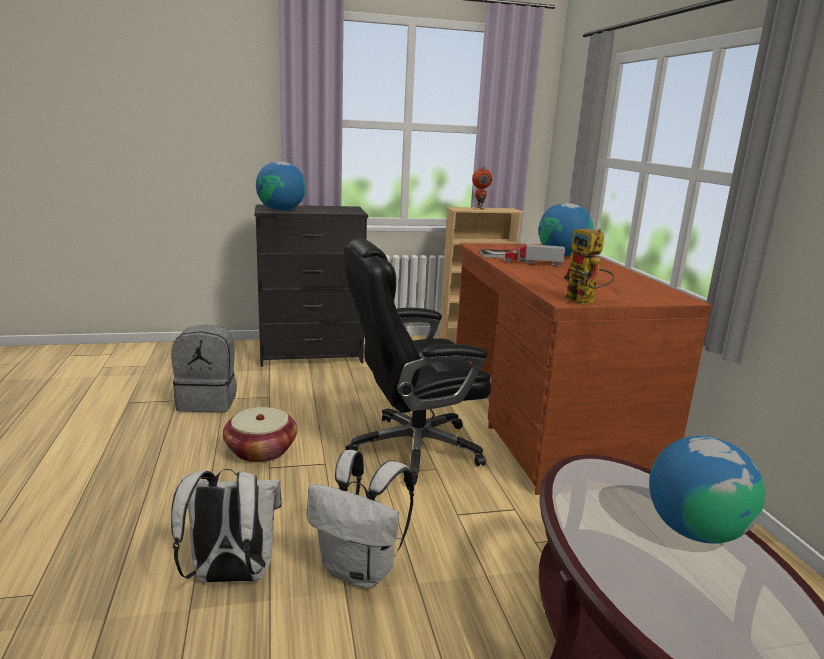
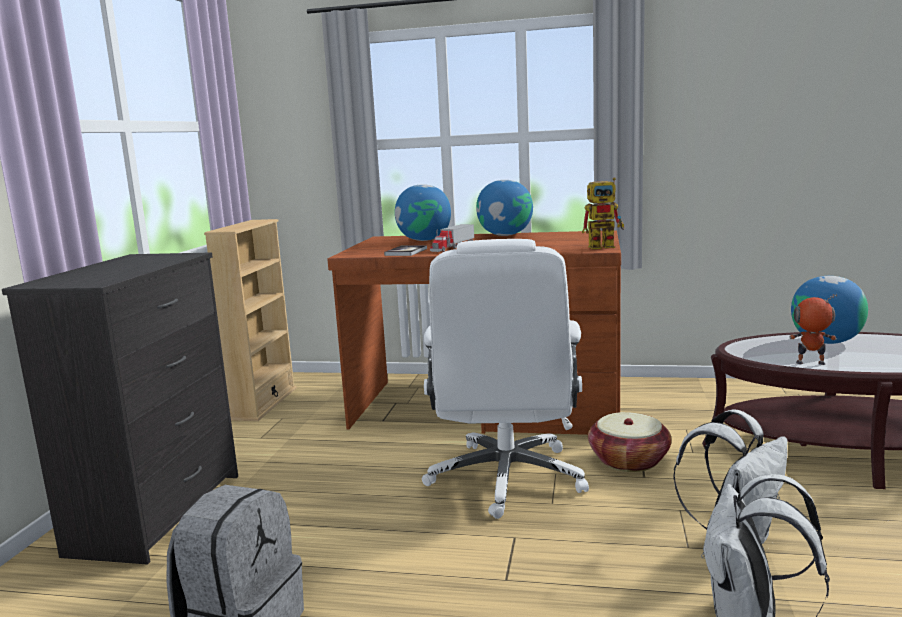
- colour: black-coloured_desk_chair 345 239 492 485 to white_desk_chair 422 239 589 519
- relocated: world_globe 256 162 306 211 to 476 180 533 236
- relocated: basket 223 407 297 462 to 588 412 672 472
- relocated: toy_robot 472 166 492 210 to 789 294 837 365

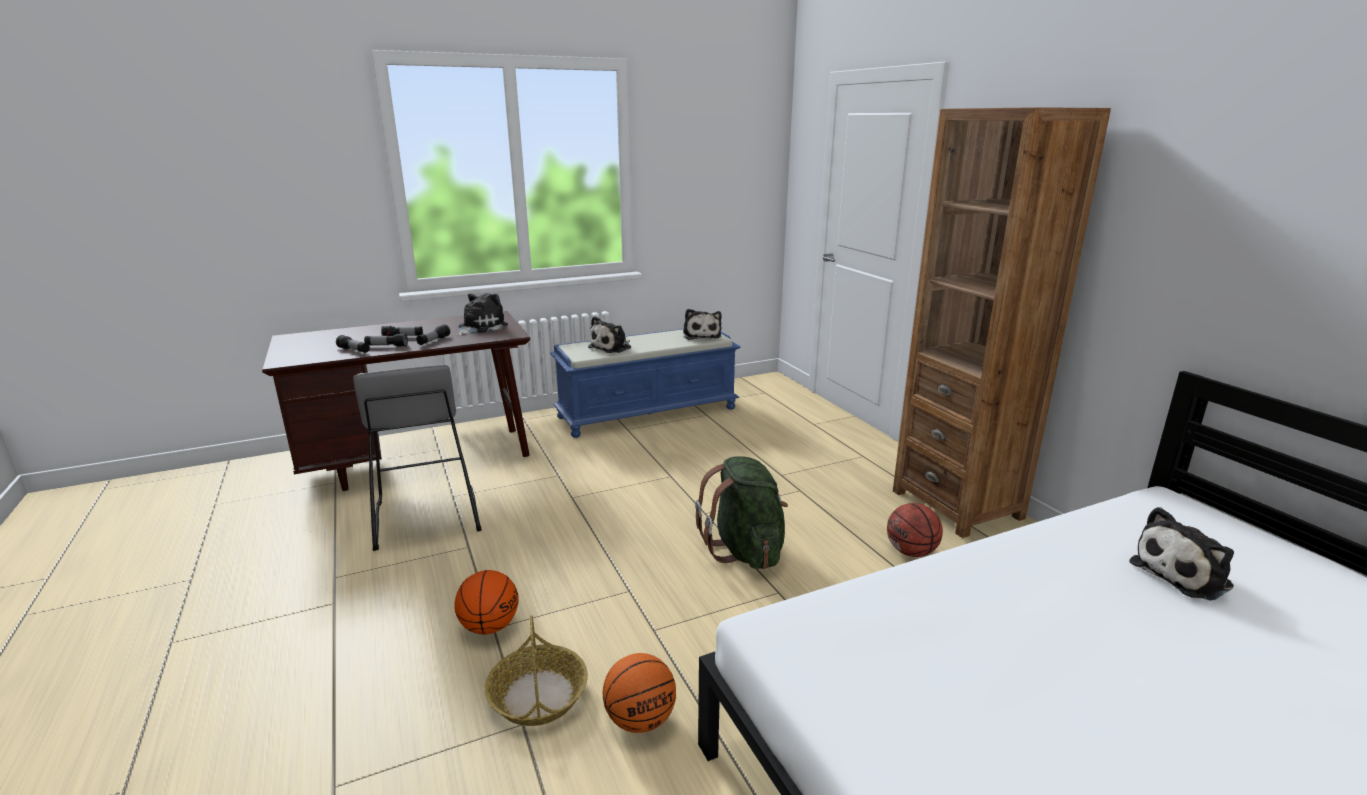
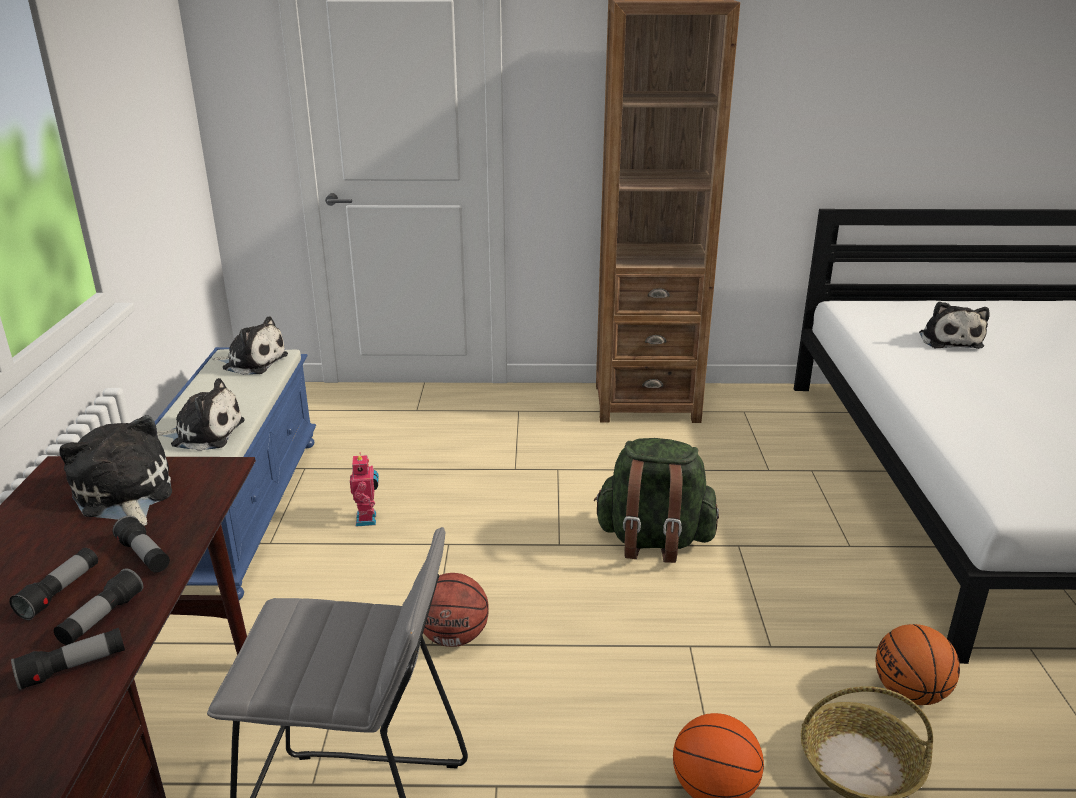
- spun: plush_toy 588 316 631 353 = 157 378 245 451 60 degrees counterclockwise
- appeared: toy_robot 350 453 379 527
- relocated: basketball 887 503 943 557 to 423 573 489 647

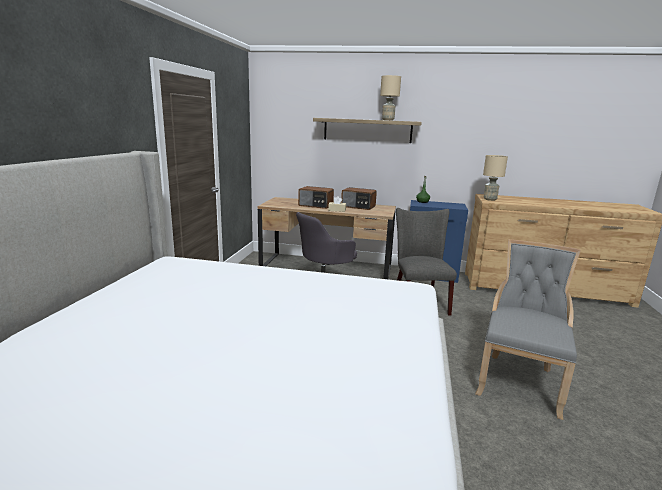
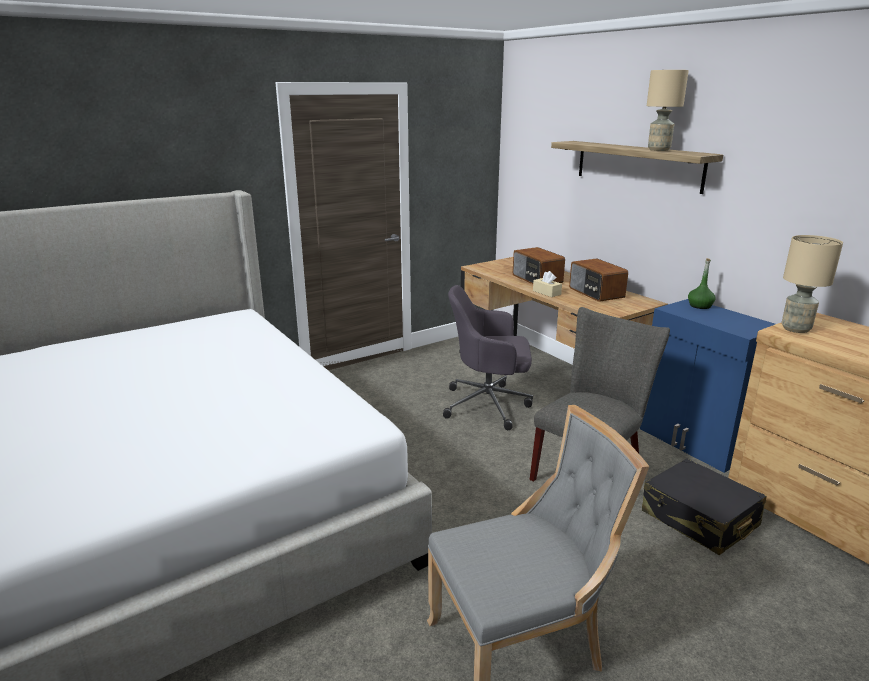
- appeared: black-coloured_suitcase 642 458 766 555

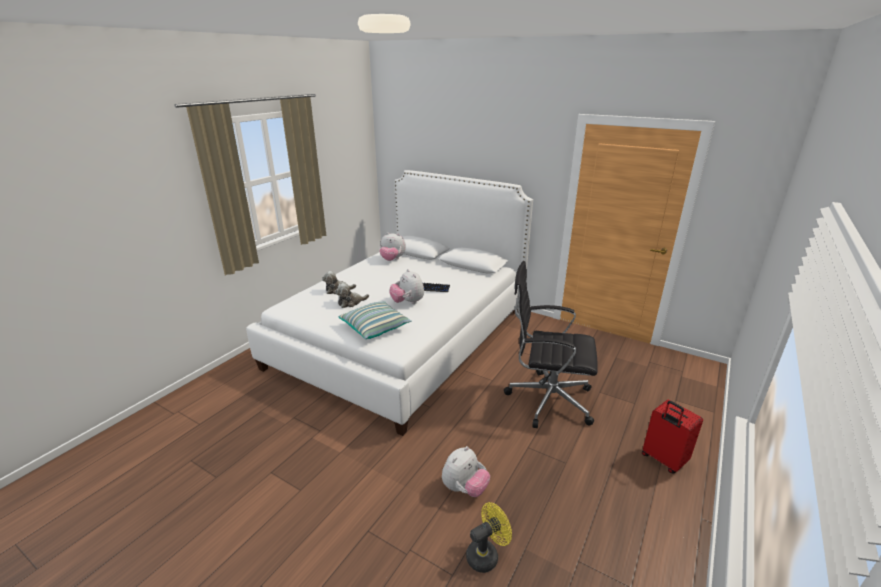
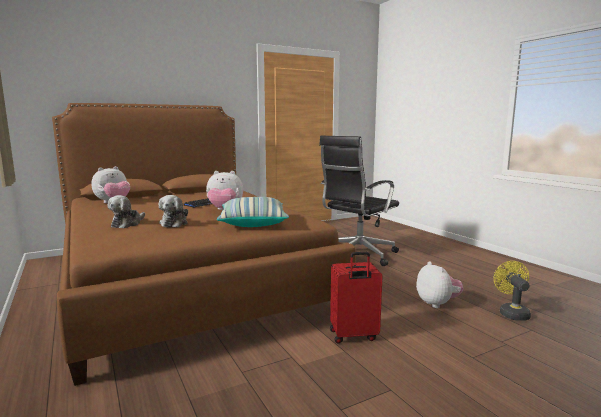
- colour: white_bedroom_bed 246 170 533 436 to brown_bedroom_bed 52 103 356 386
- relocated: reddish_suitcase 642 400 703 474 to 330 252 383 344

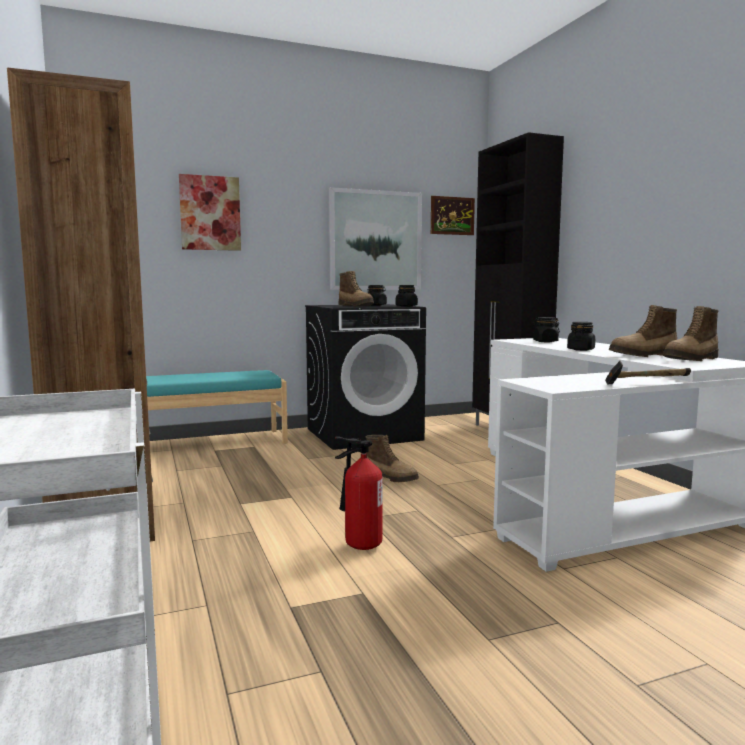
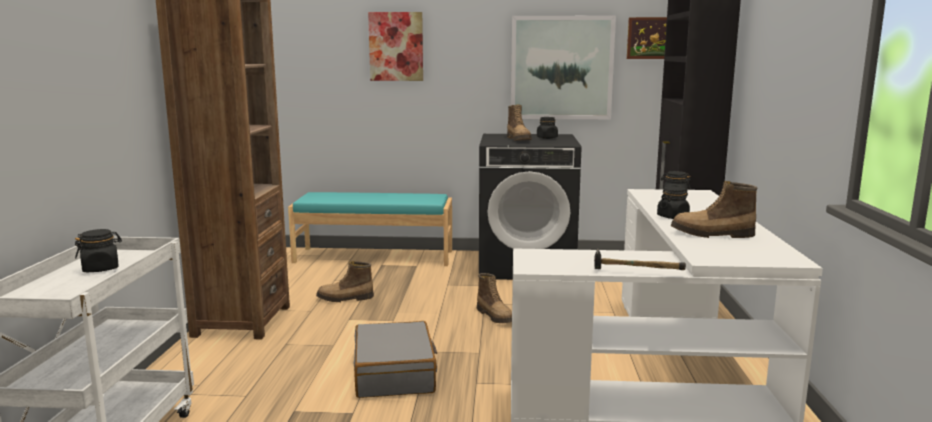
- relocated: black-coloured_storage_jar 396 285 418 307 to 75 229 122 272
- relocated: boot 663 306 718 361 to 316 261 374 302
- exchanged: fire_extinguisher 335 436 383 550 to greyish_suitcase 353 321 437 398

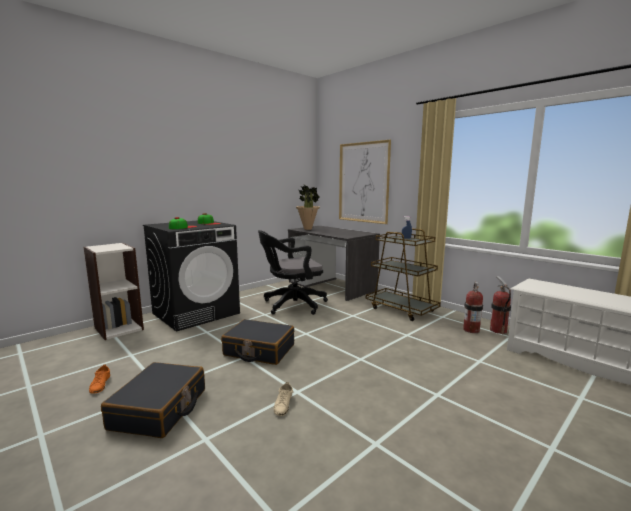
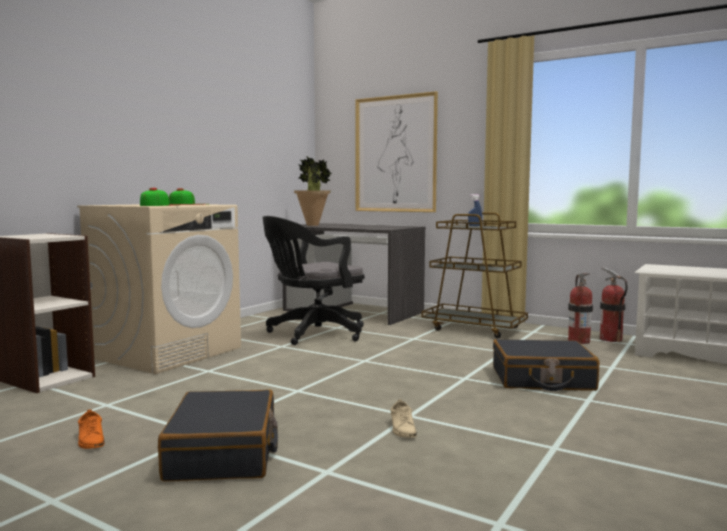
- colour: black-coloured_laundry_machine 143 220 240 332 to sand-coloured_laundry_machine 77 204 241 374
- relocated: black-coloured_suitcase 221 319 294 365 to 493 339 599 391

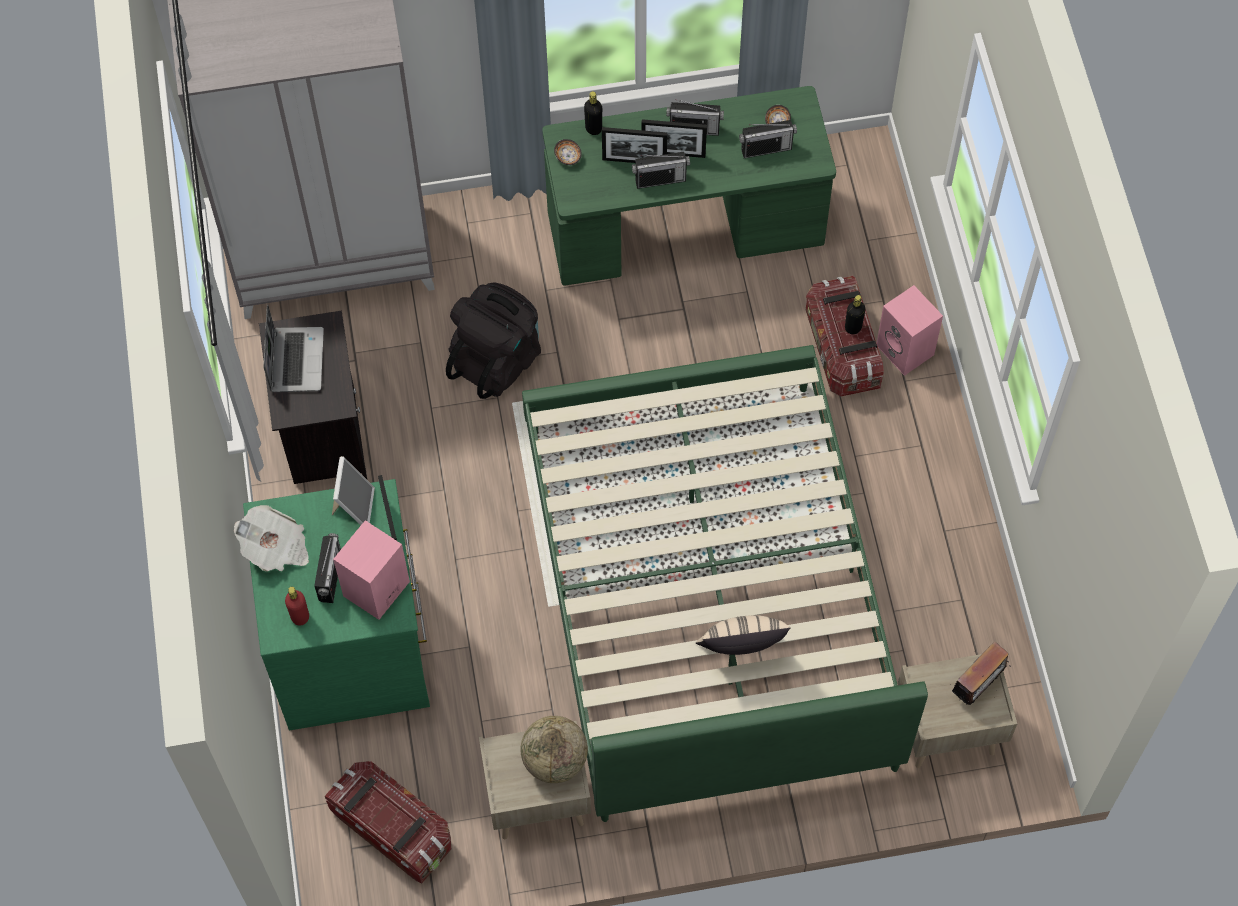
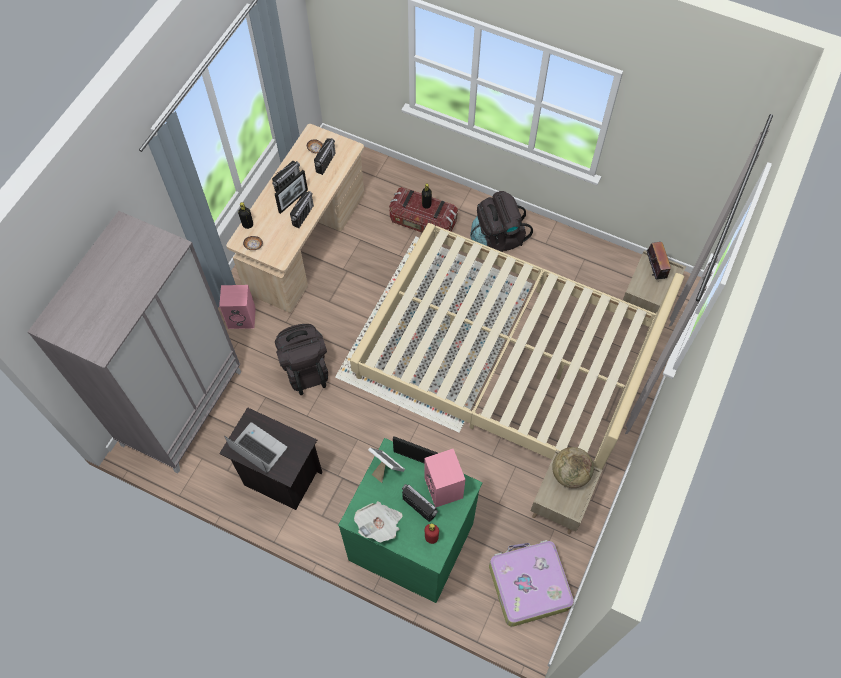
- relocated: pink-coloured_speaker 877 285 943 376 to 219 285 256 329
- colour: greenish_desk 542 86 836 286 to sand-coloured_desk 226 124 364 313
- colour: greenish_bedroom_bed 522 345 928 822 to sand-coloured_bedroom_bed 350 223 684 470
- appeared: black-coloured_rucksack 470 191 533 252
- exchanged: storage_bin 325 761 452 883 to suitcase 489 540 574 627
- missing: standing_frame 602 127 667 163
- missing: sand-coloured_cushion 696 615 790 655

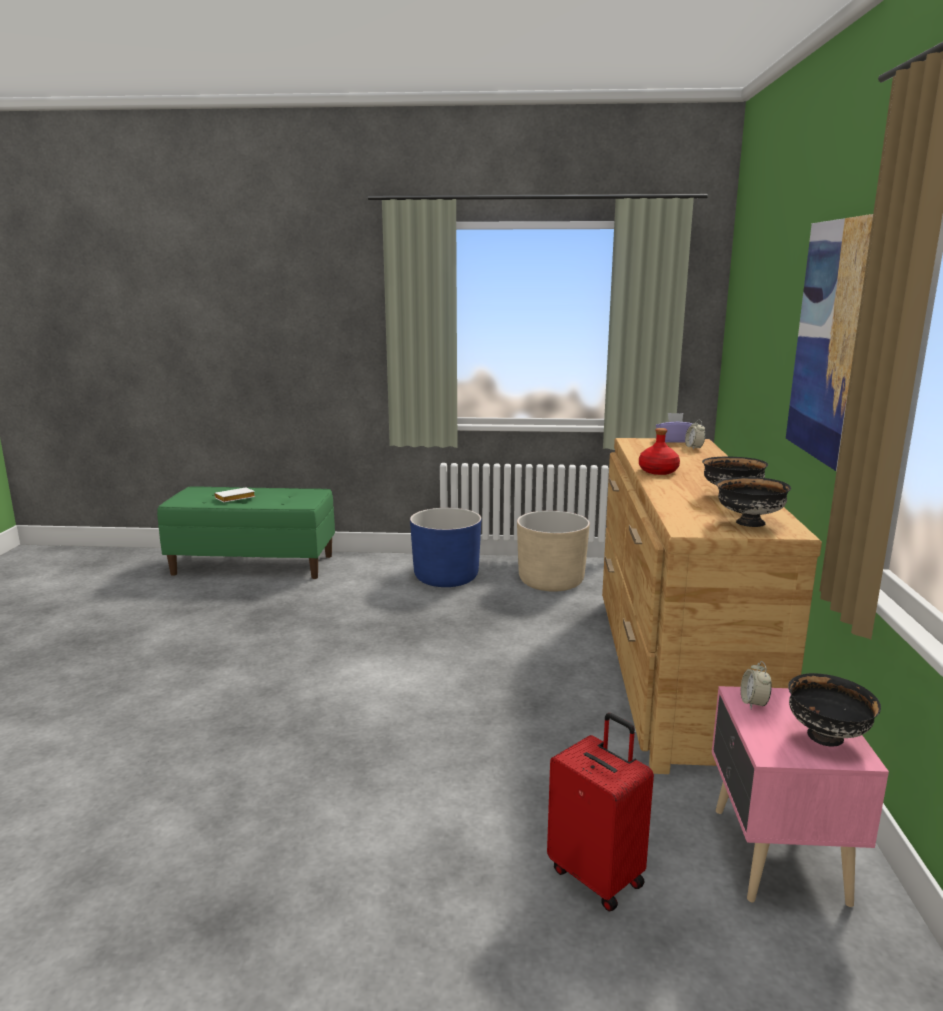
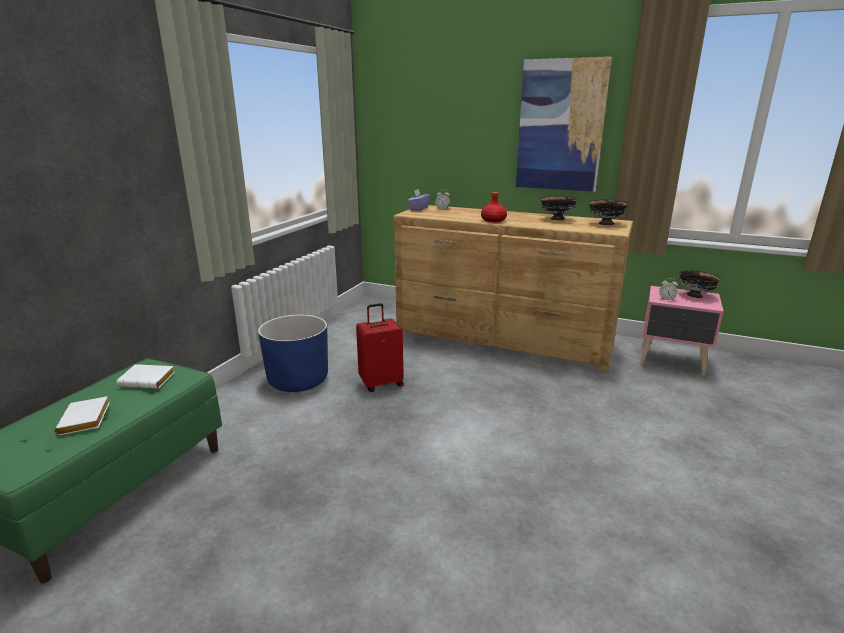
- appeared: white_bound_book 116 364 175 388
- relocated: reddish_suitcase 547 713 654 911 to 356 303 404 392
- missing: sand-coloured_flower_pot 517 511 590 592

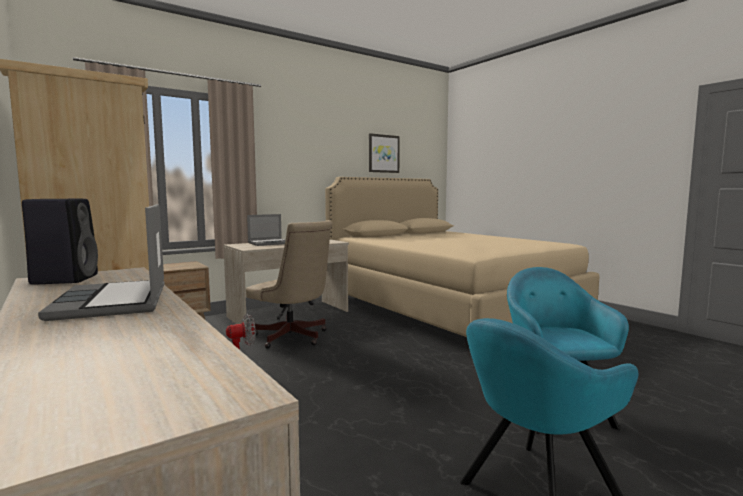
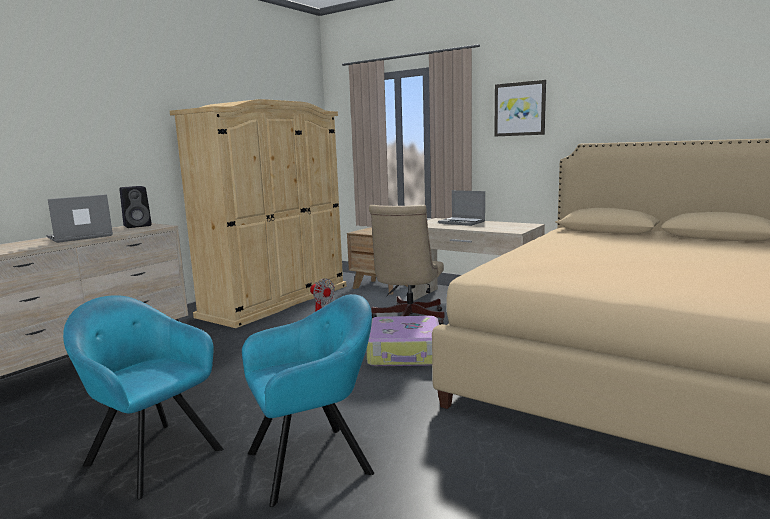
- appeared: suitcase 366 316 439 366
- relocated: picture 369 133 400 173 to 494 80 546 136

